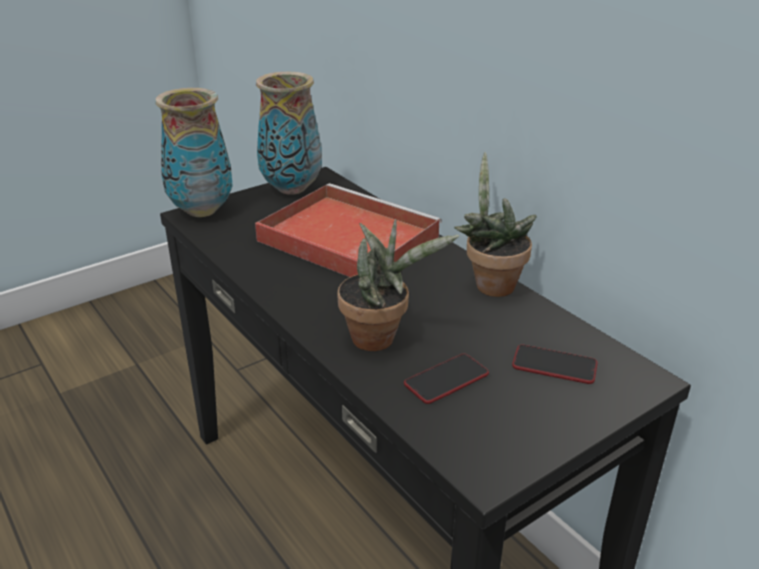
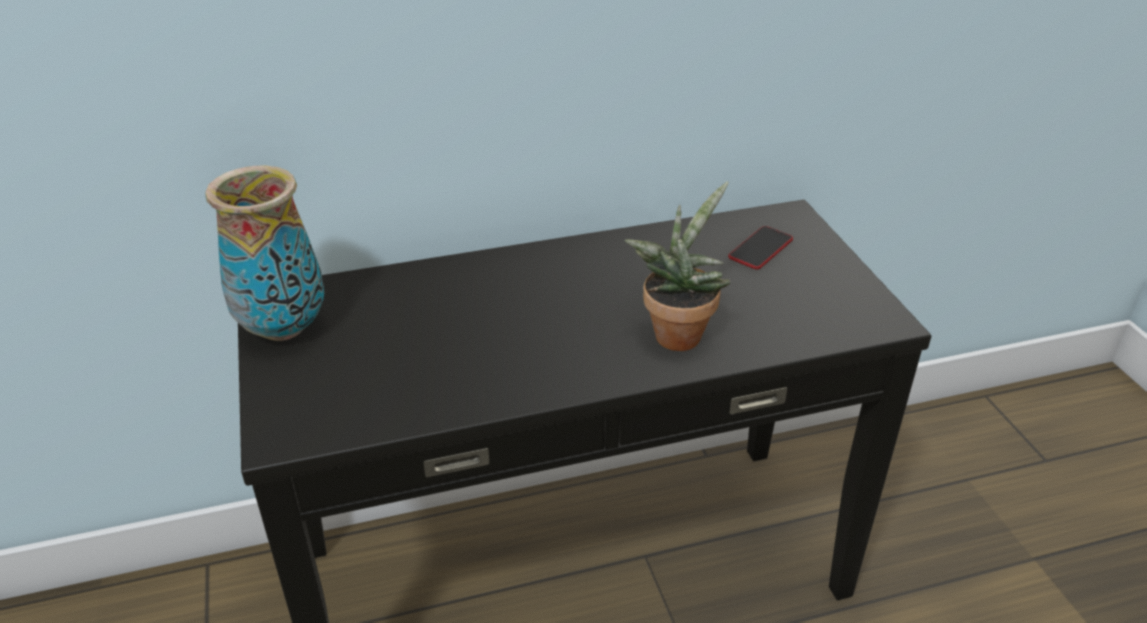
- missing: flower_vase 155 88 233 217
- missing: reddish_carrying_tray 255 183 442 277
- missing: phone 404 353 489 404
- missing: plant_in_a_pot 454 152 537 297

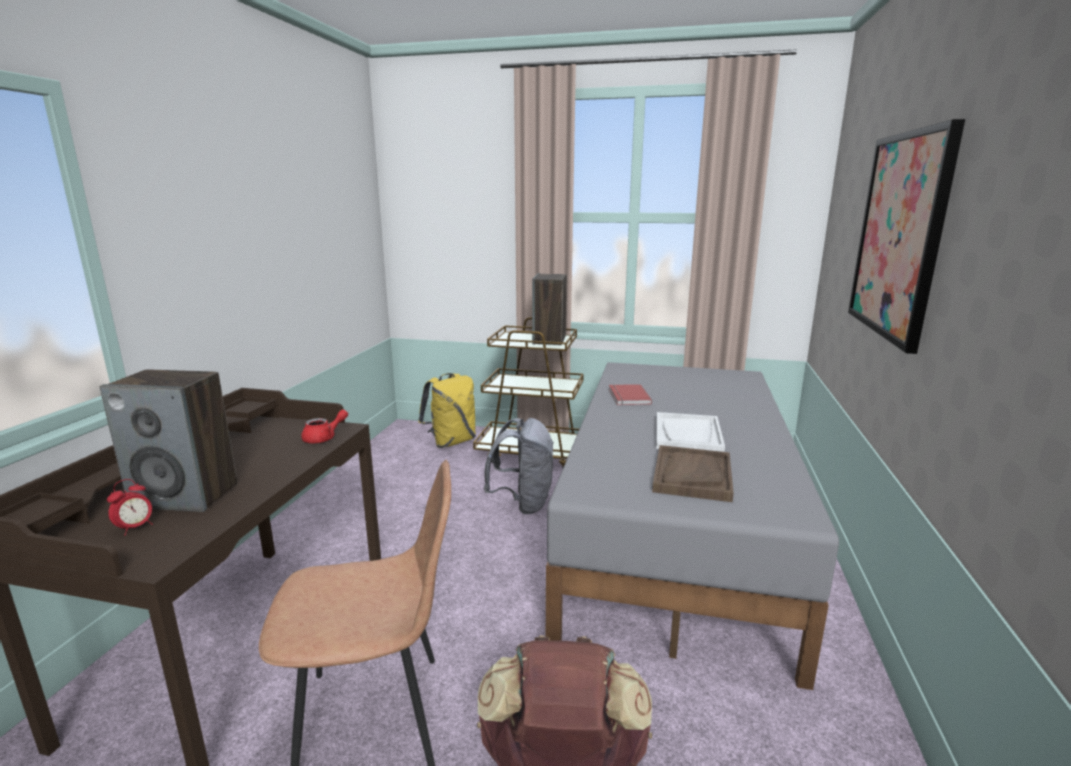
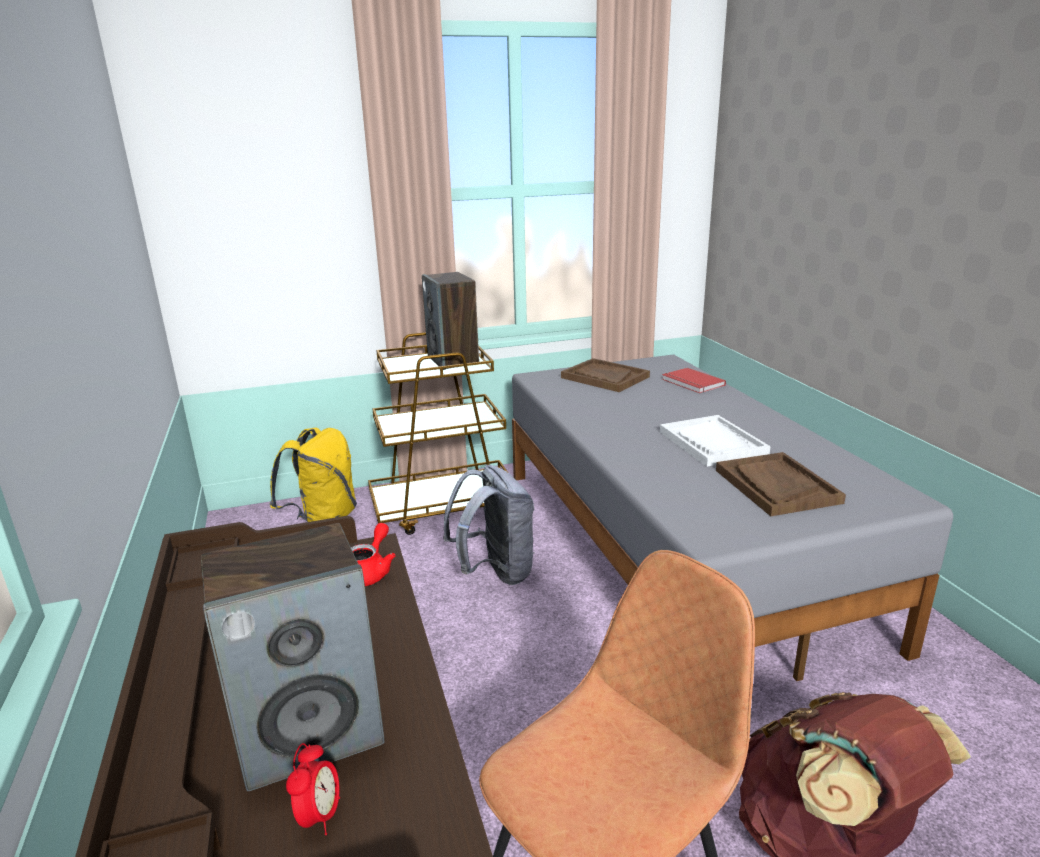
- appeared: brown_carrying_tray 561 358 650 392
- relocated: reddish_bound_book 609 384 652 405 to 662 368 726 393
- missing: picture 848 119 965 354

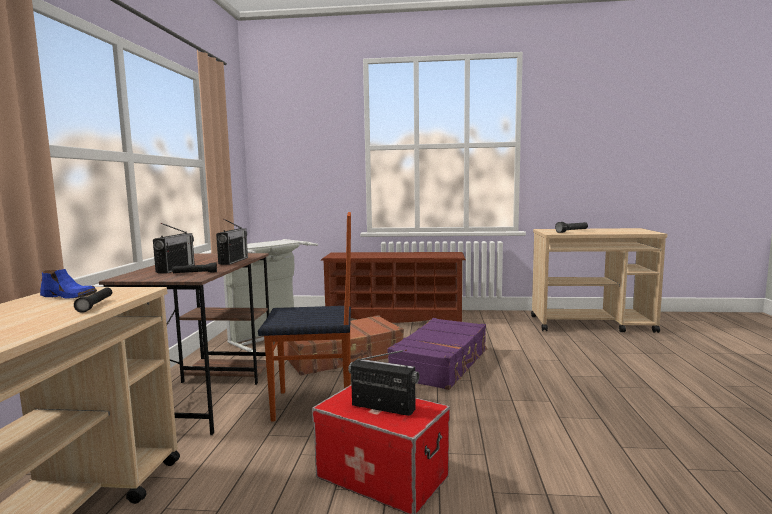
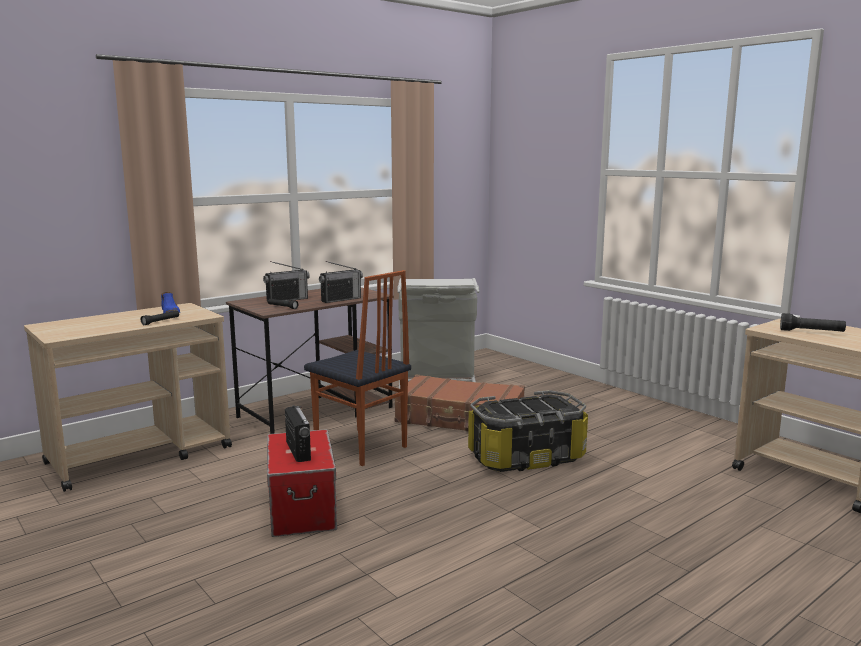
- exchanged: purple-coloured_suitcase 387 318 488 390 to storage_bin 468 390 588 472
- missing: brown_shoe_stand 321 252 466 323

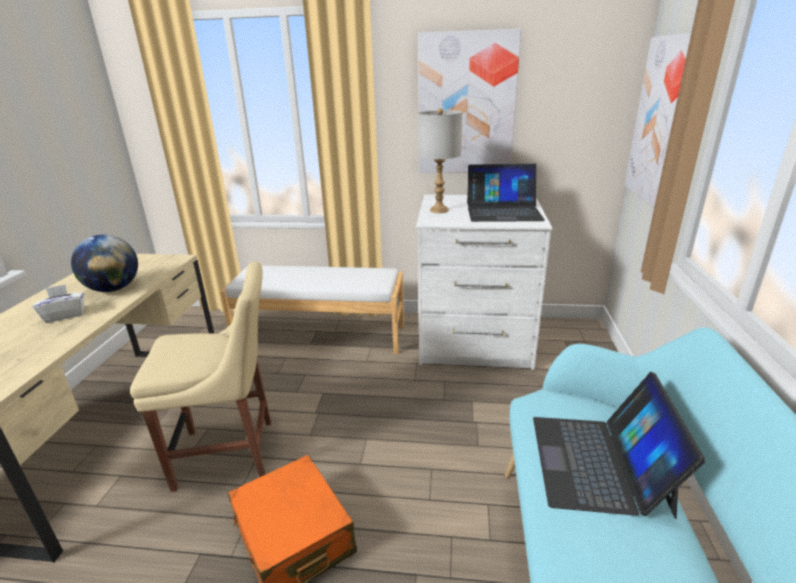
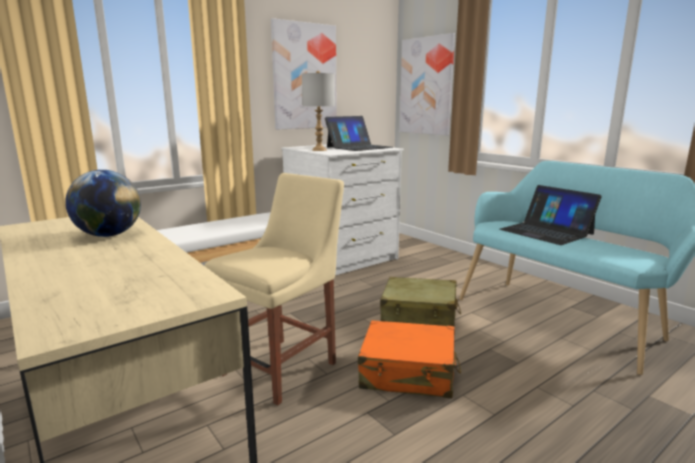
- appeared: sand-coloured_suitcase 380 277 461 328
- missing: white_tissue_holder 33 284 84 323

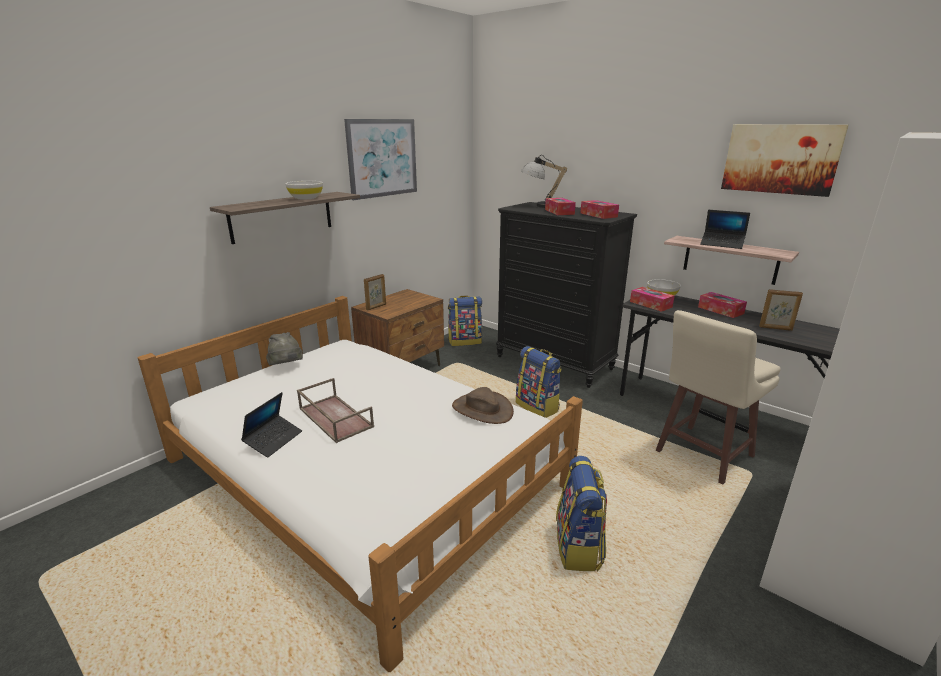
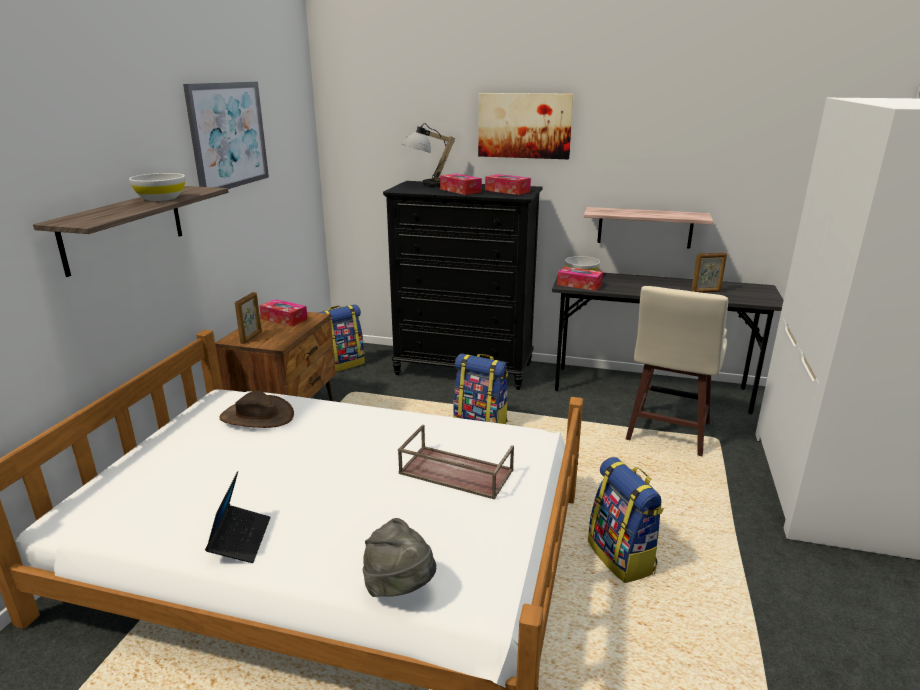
- relocated: brown_wearable_hat 452 387 514 424 to 219 390 294 428
- relocated: tissue_holder 698 292 747 318 to 259 299 308 327
- relocated: greyish_wearable_hat 266 332 303 366 to 363 518 436 597
- relocated: brown_carrying_tray 297 378 374 443 to 398 425 514 500
- relocated: picture 721 124 849 197 to 478 93 574 159
- missing: notebook_computer 700 210 750 249

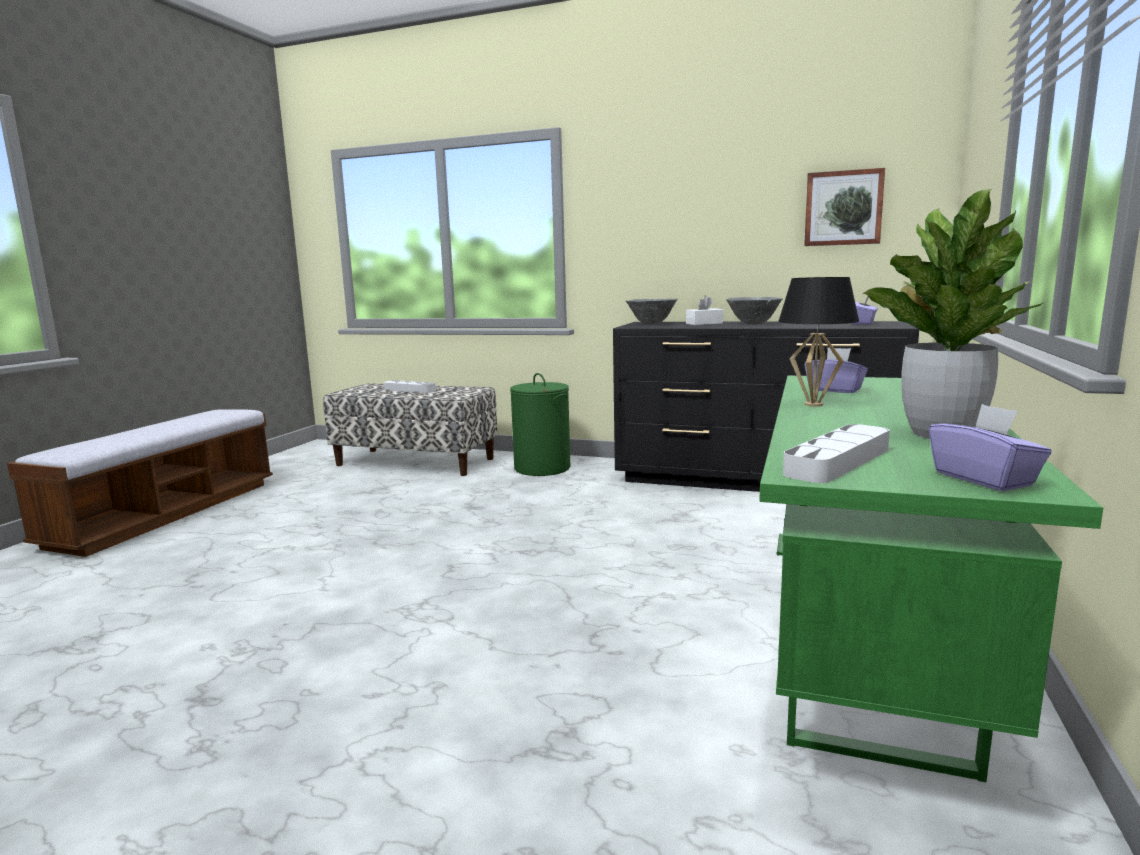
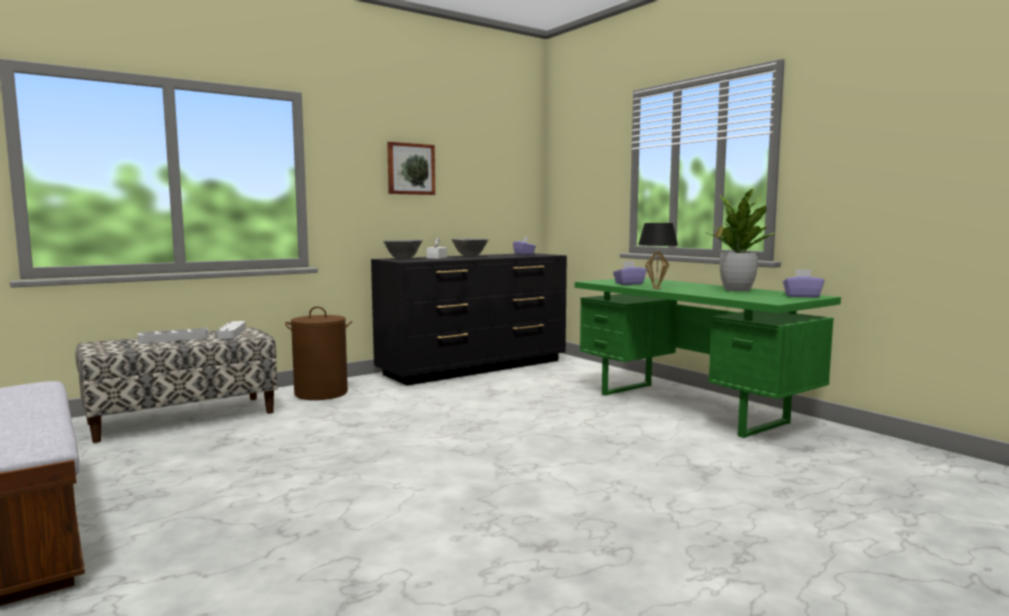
- relocated: greyish_carrying_tray 783 424 890 483 to 217 321 246 339
- colour: greenish_laundry_basket 510 373 570 476 to brown_laundry_basket 285 306 352 400
- relocated: picture 804 168 885 246 to 387 142 435 195

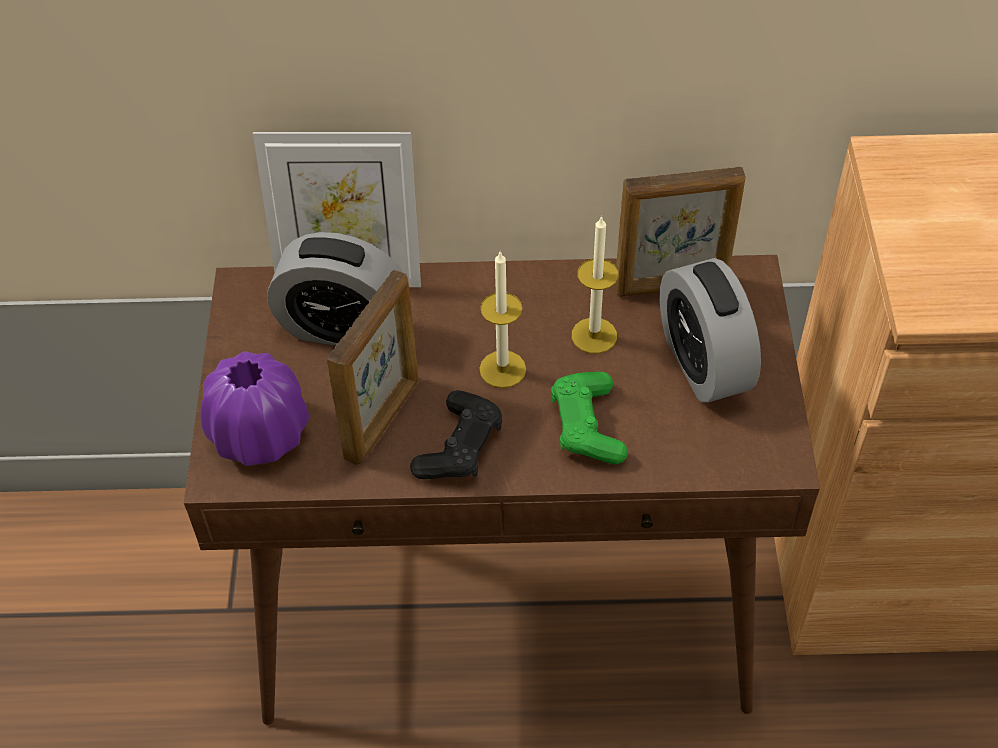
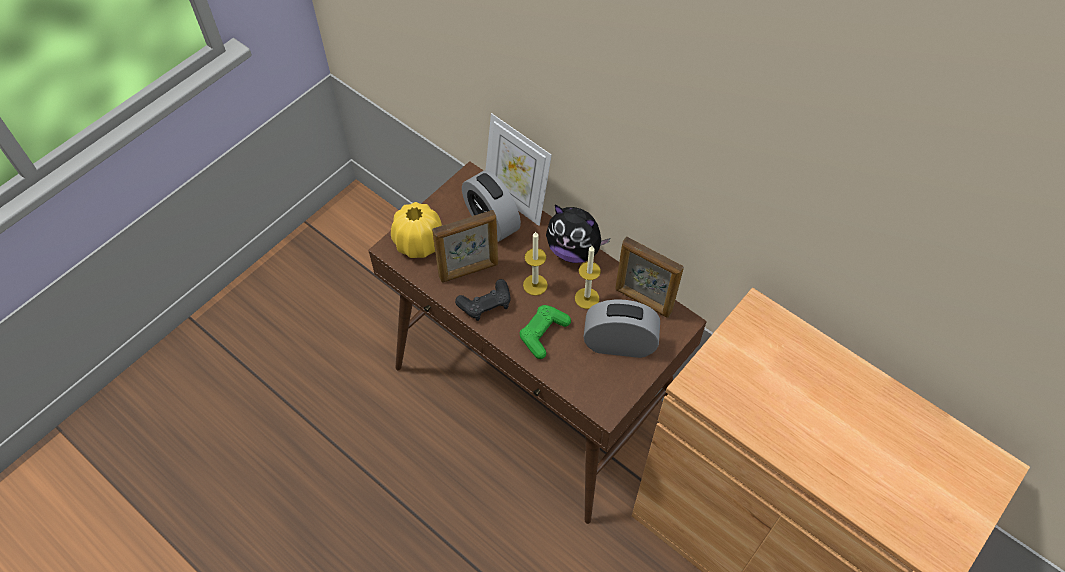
- colour: purple-coloured_flower_vase 200 351 309 466 to yellow-coloured_flower_vase 391 202 442 258
- appeared: plush_toy 546 205 611 263
- spun: alarm_clock 660 258 761 403 = 584 299 660 358 75 degrees clockwise

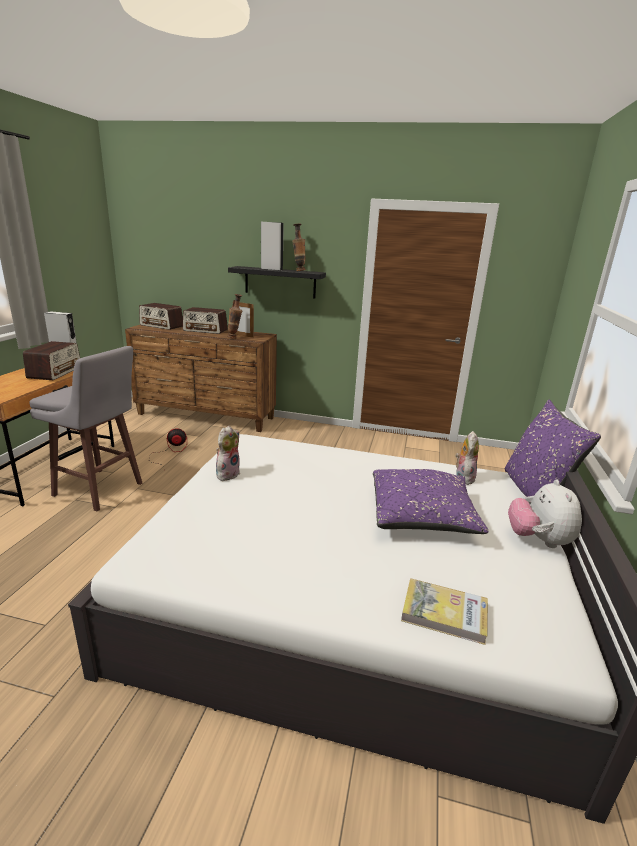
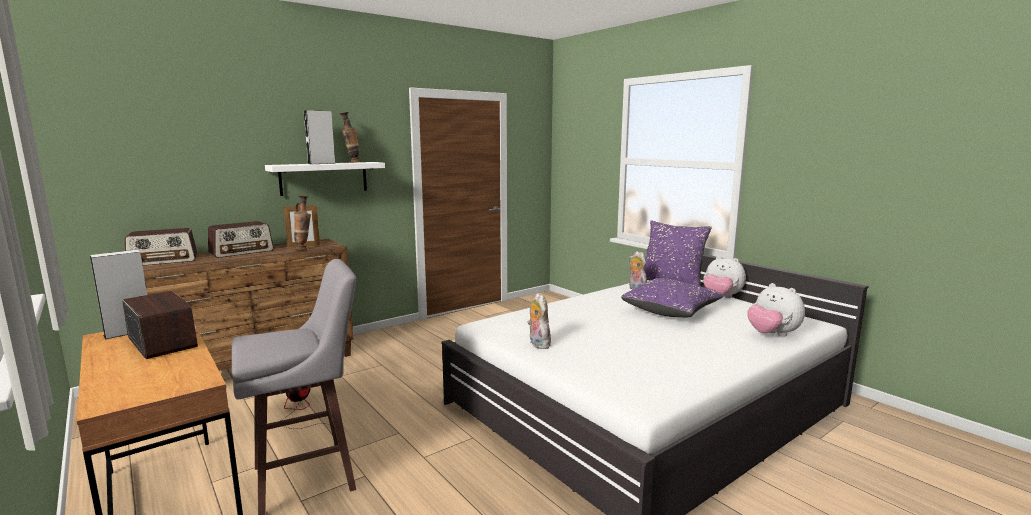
- colour: black-coloured_bracket_shelf 228 266 326 298 to white_bracket_shelf 265 162 385 196
- exchanged: bound_book 401 578 488 645 to plush_toy 747 283 805 337

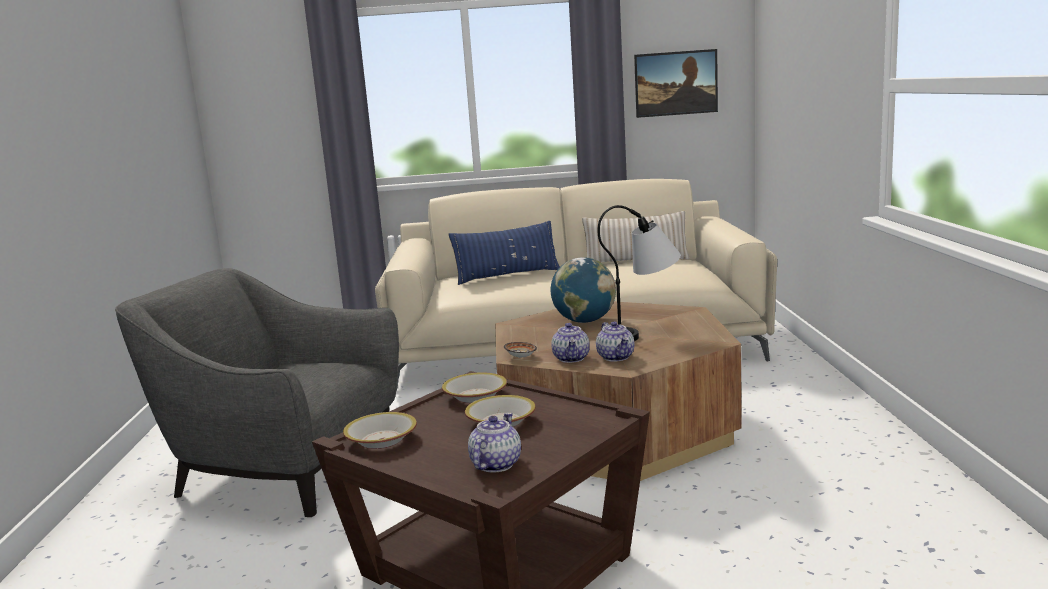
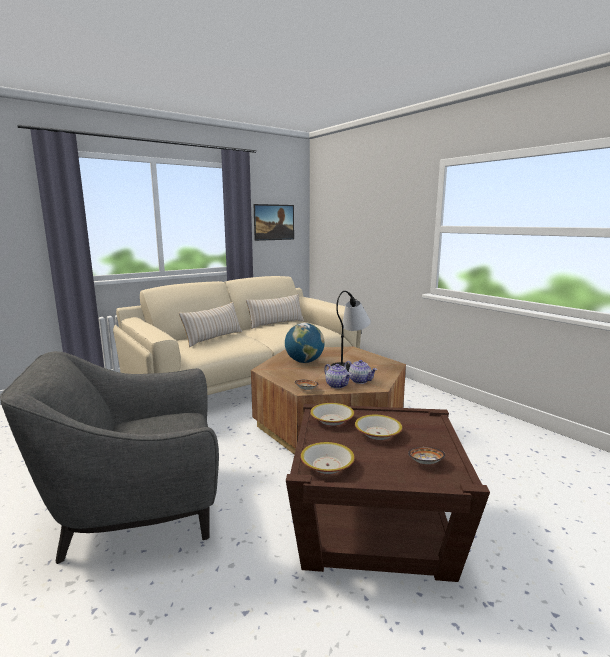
- colour: blue_cushion 448 221 560 285 to sand-coloured_cushion 179 302 242 347
- exchanged: pot_for_tea 468 413 521 473 to serving_bowl 408 447 445 464

